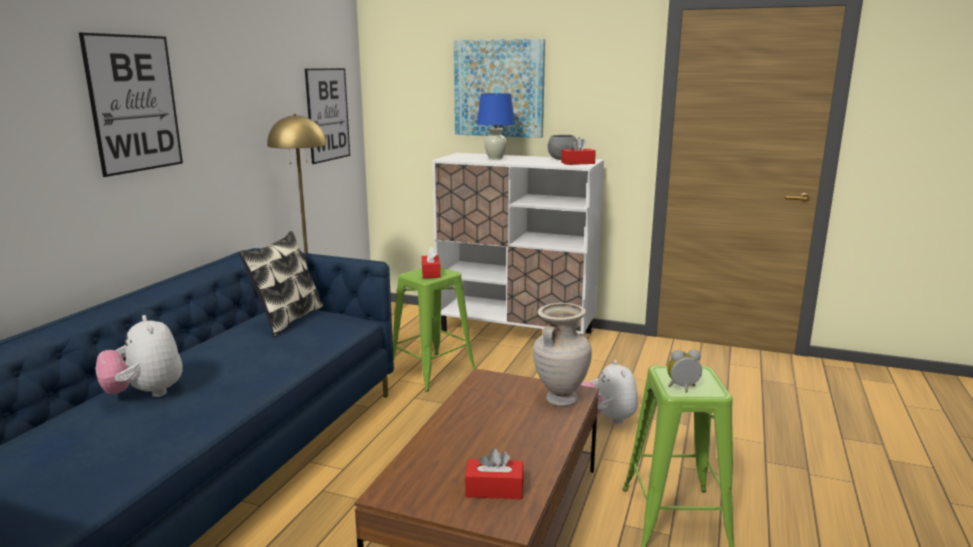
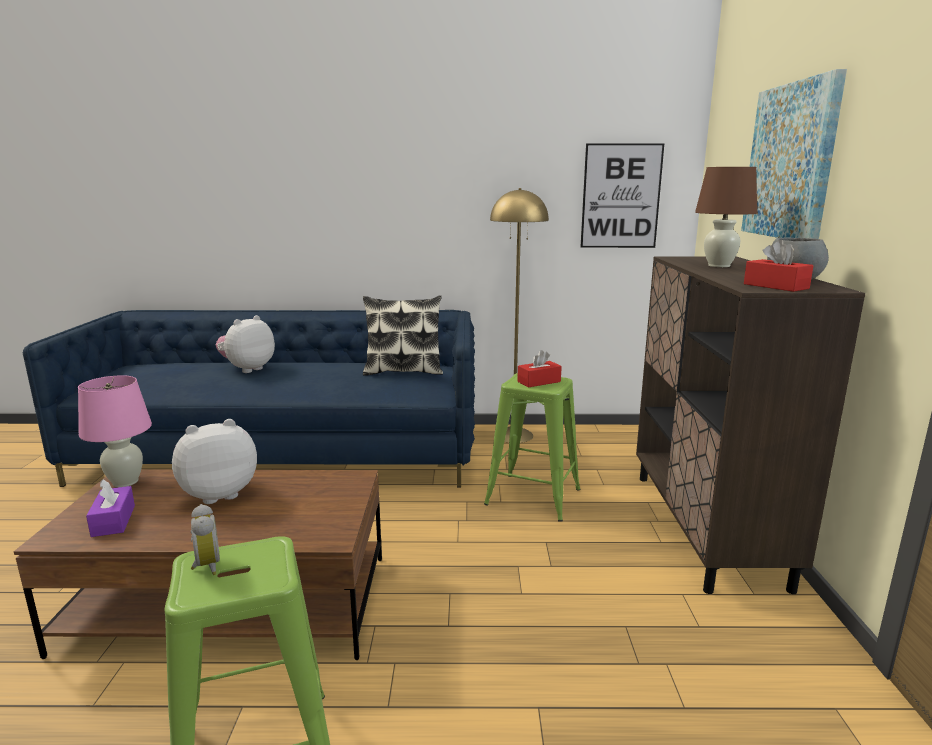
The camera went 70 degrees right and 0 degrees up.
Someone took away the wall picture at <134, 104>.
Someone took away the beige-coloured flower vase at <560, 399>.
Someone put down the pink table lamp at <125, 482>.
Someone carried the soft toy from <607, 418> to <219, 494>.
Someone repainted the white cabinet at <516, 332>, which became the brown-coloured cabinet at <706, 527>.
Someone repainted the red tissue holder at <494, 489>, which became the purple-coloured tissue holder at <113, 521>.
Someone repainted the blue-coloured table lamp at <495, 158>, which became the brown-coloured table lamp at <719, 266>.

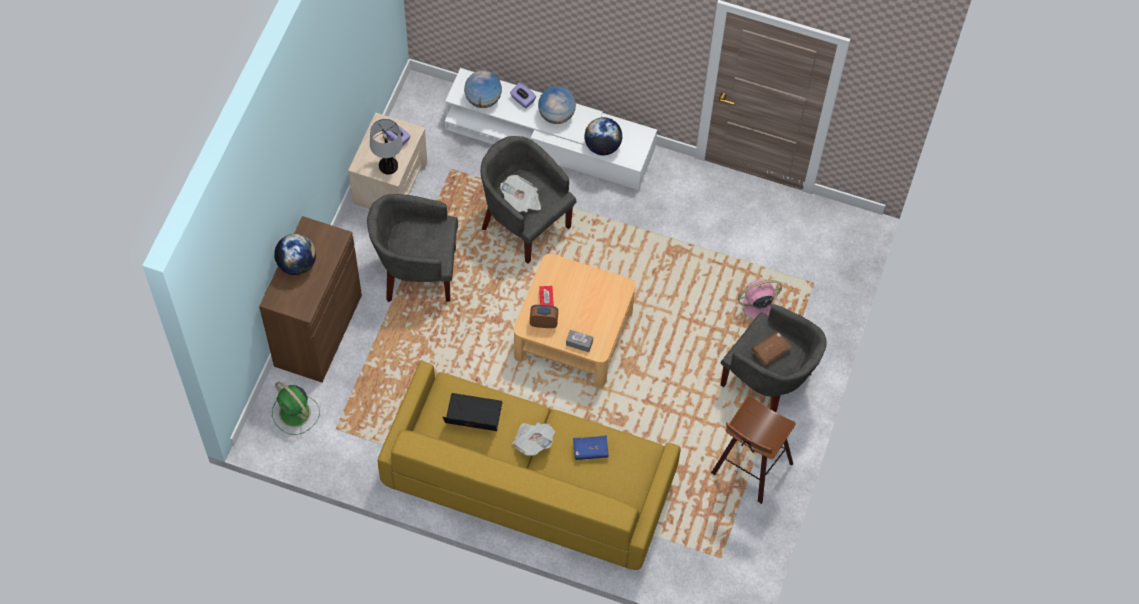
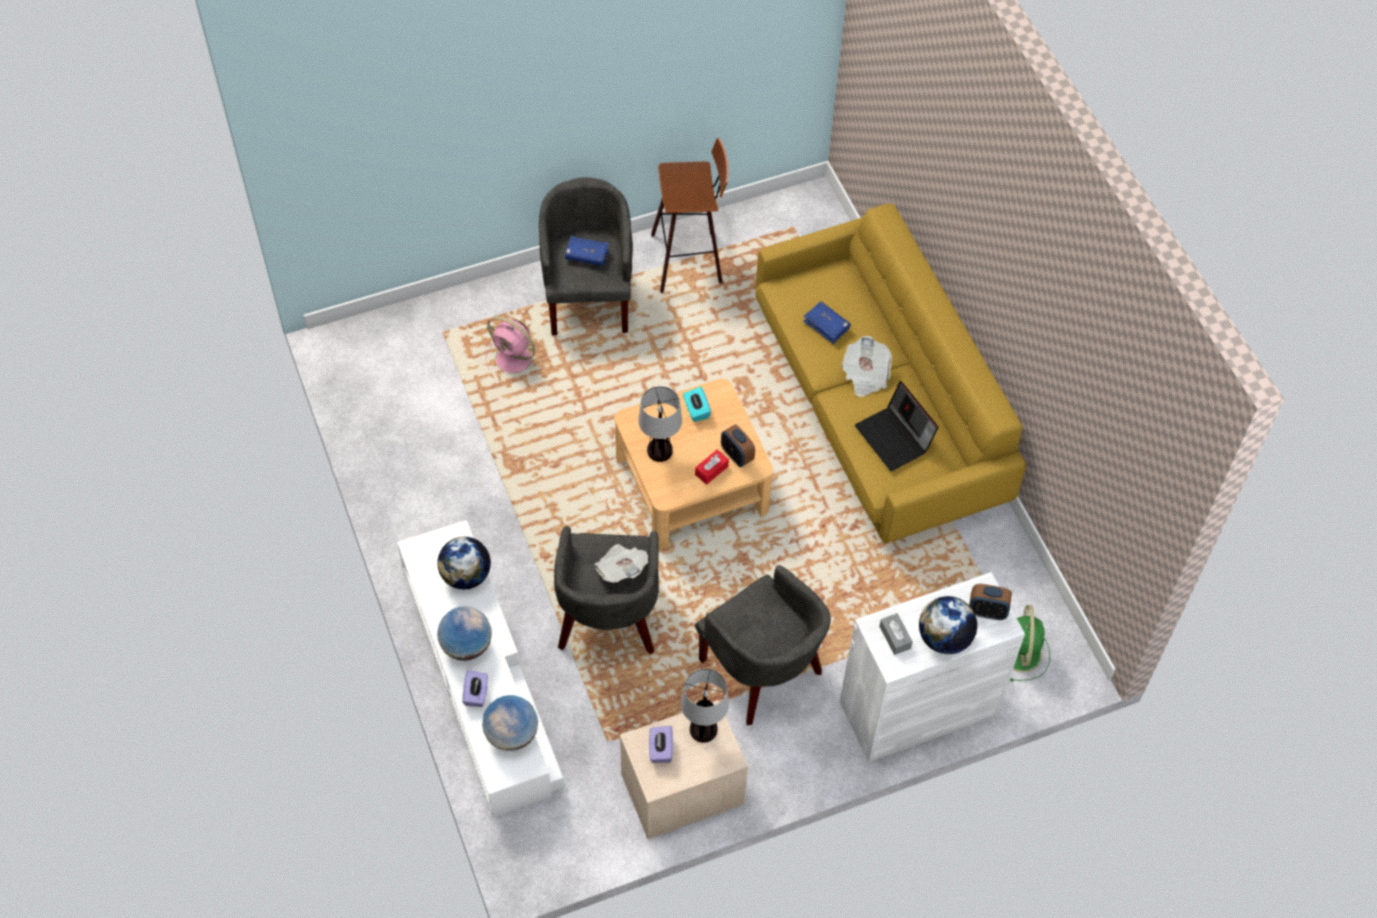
The camera went 130 degrees left and 5 degrees down.
Someone put down the table lamp at <660, 451>.
Someone put down the turquoise tissue holder at <696, 410>.
Someone put down the bedside clock at <987, 612>.
Someone carried the gray tissue holder from <579, 343> to <895, 637>.
Someone repainted the brown-coloured cabinet at <318, 330>, which became the white cabinet at <918, 708>.
Someone repainted the brown-coloured book at <770, 351>, which became the blue-coloured book at <587, 255>.

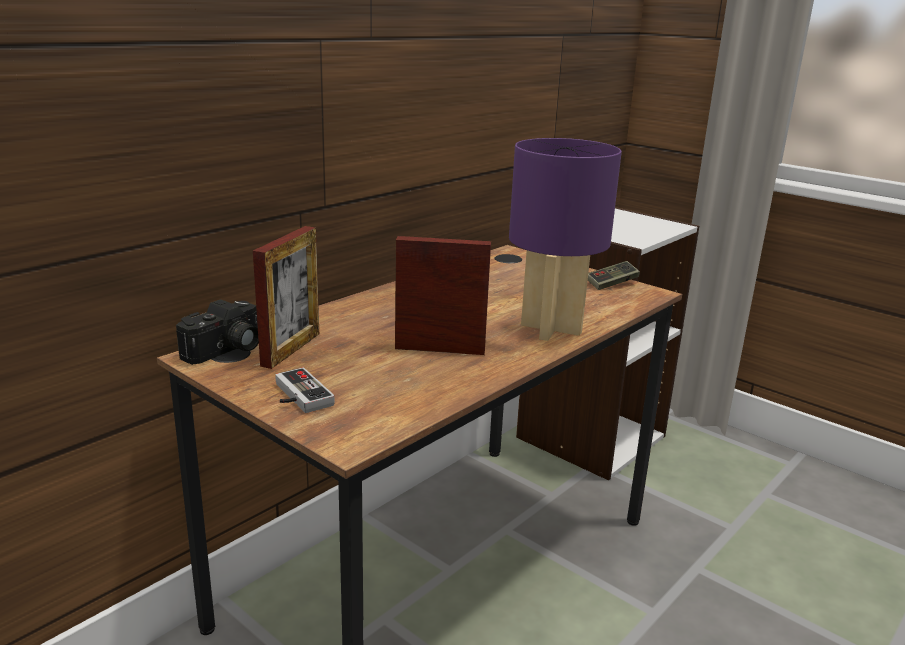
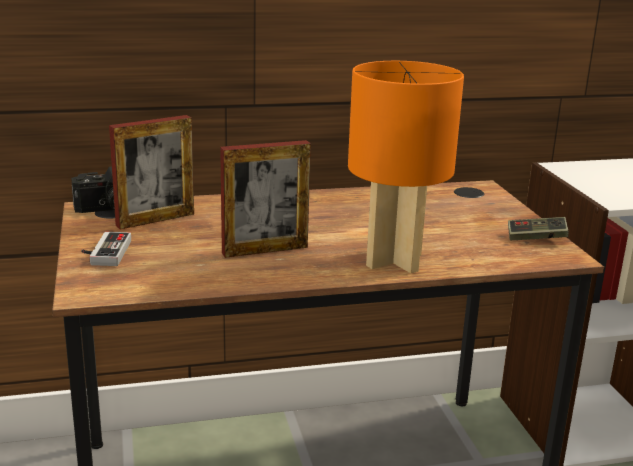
The camera went 35 degrees right and 0 degrees up.
Someone repainted the purple-coloured table lamp at <549, 329>, which became the orange table lamp at <392, 260>.
Someone rotated the standing frame at <440, 349> by 120 degrees clockwise.

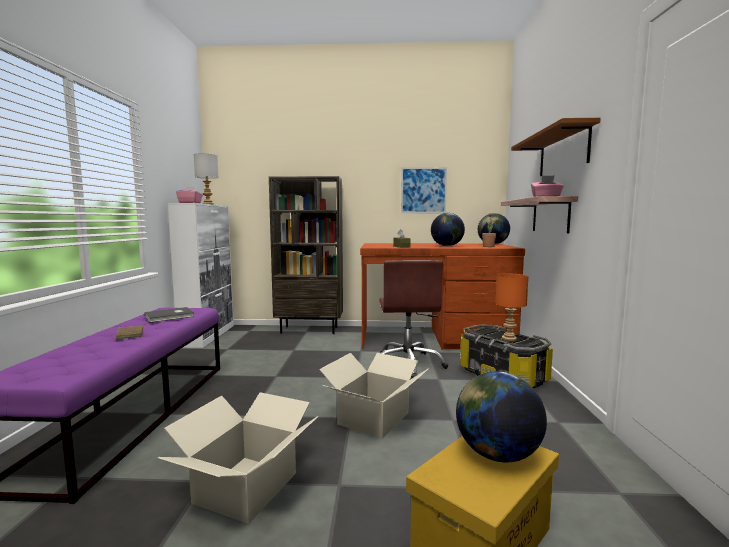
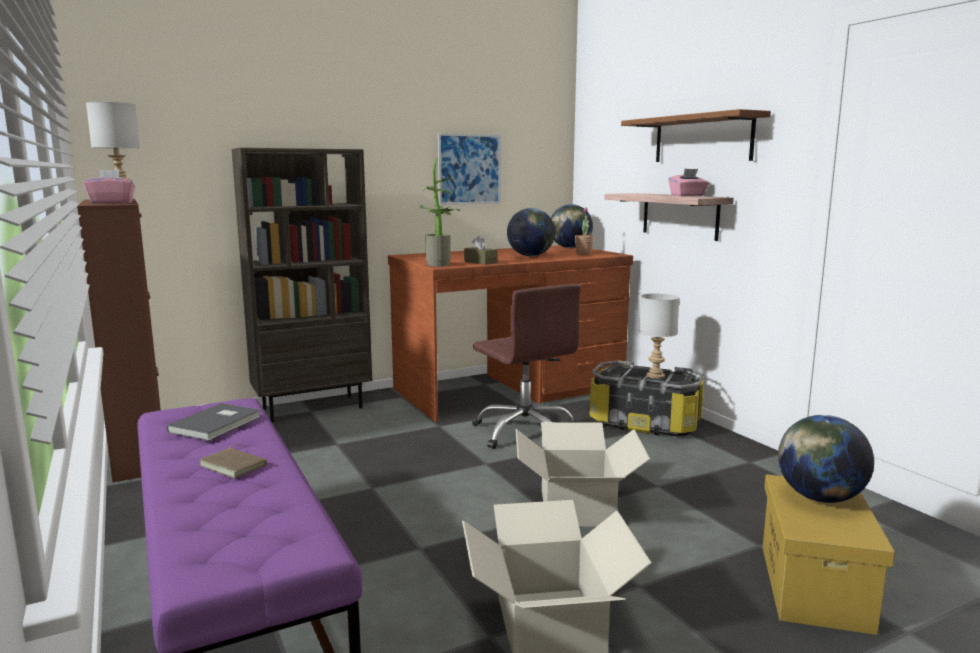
The camera went 30 degrees left and 5 degrees up.
Someone put down the potted plant at <441, 265>.
Someone repainted the white cabinet at <208, 335>, which became the brown-coloured cabinet at <138, 449>.
Someone repainted the orange table lamp at <509, 338>, which became the gray table lamp at <656, 376>.

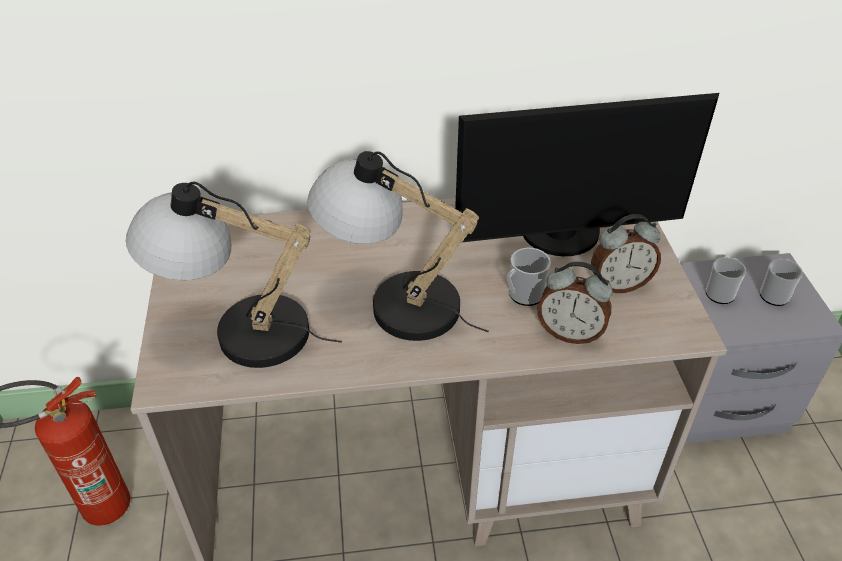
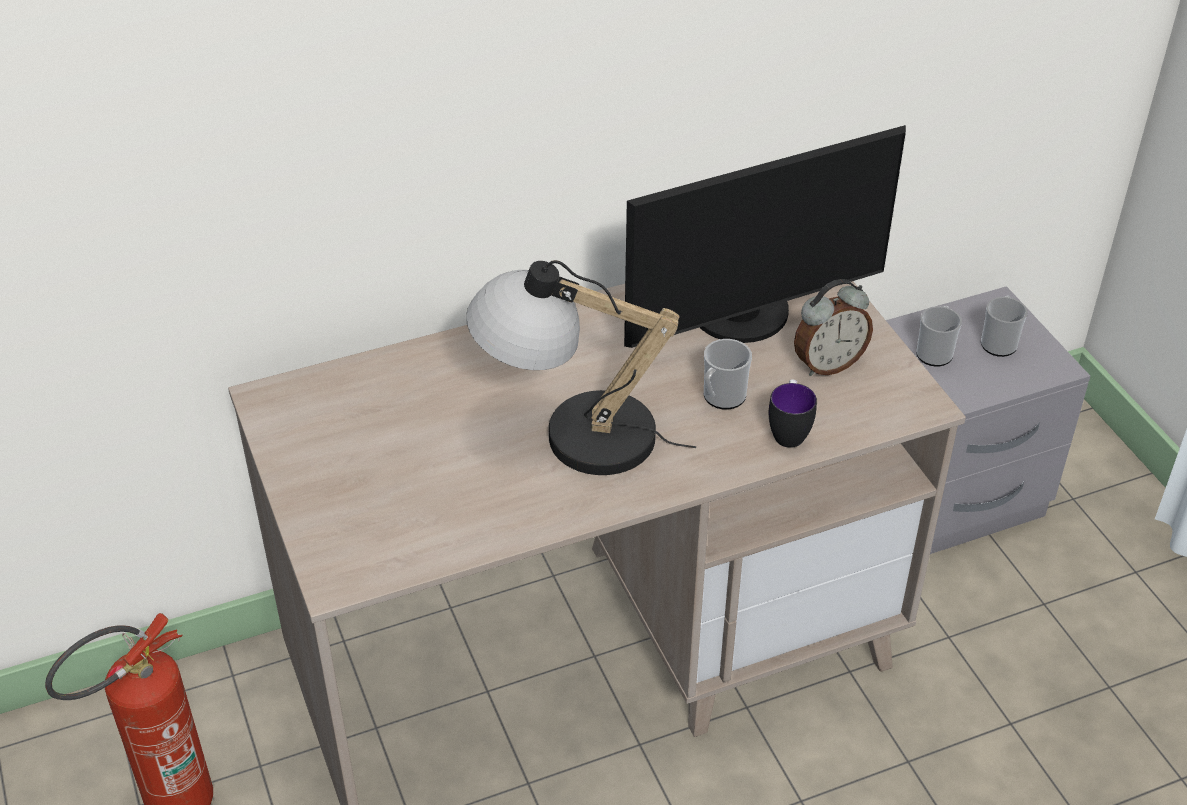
The camera went 15 degrees left and 0 degrees up.
Someone took away the table lamp at <239, 331>.
Someone swapped the bedside clock at <570, 333> for the mug at <789, 431>.

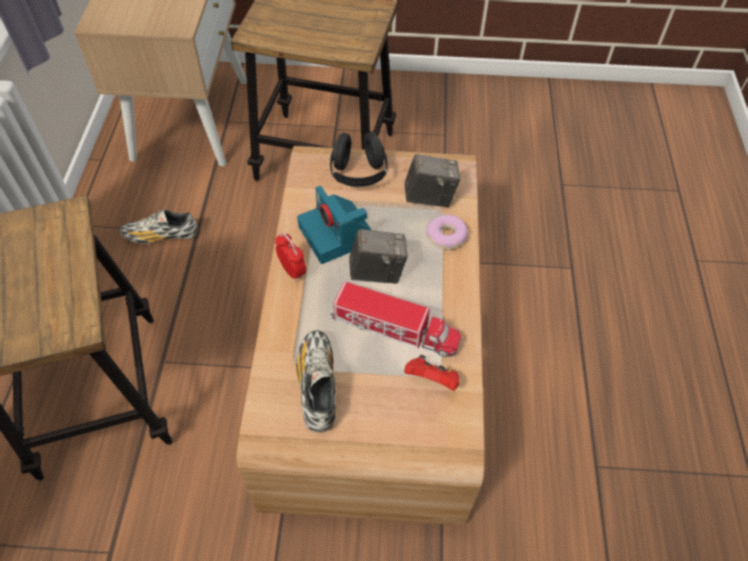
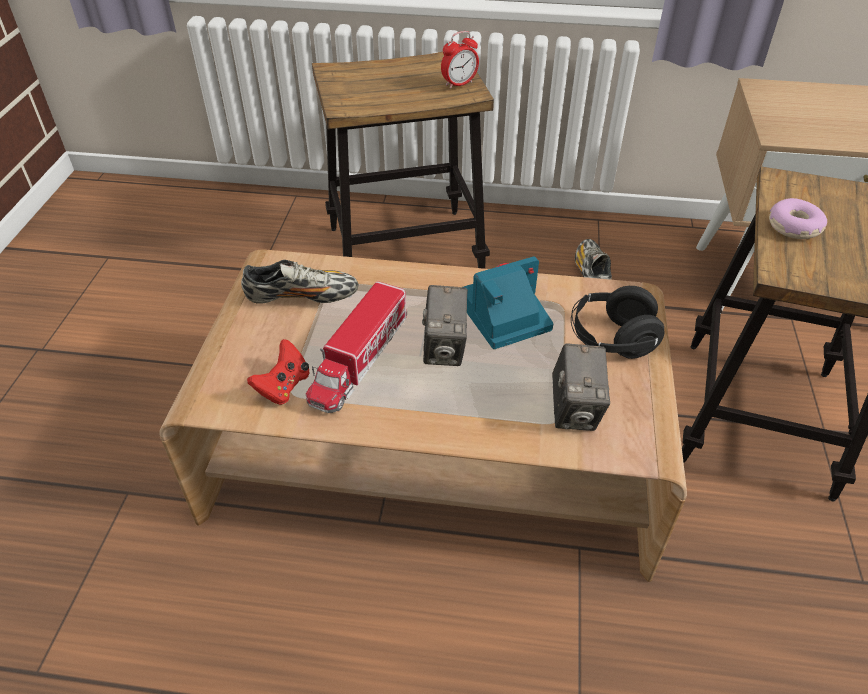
The camera went 95 degrees right and 10 degrees down.
Someone carried the bedside clock from <292, 271> to <459, 84>.
Someone carried the ring doughnut from <446, 236> to <793, 227>.

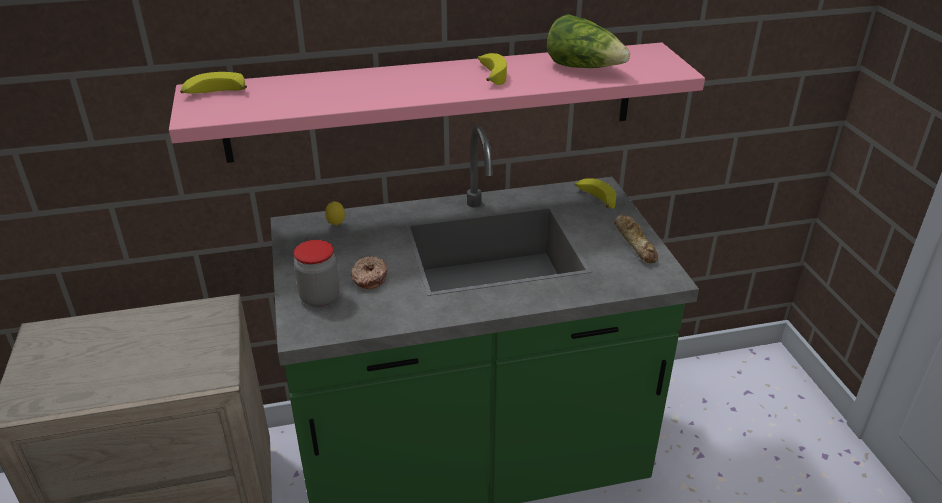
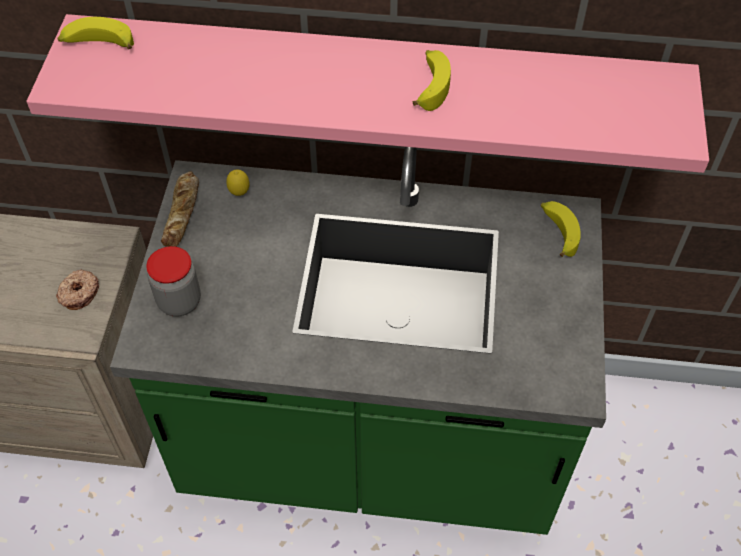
The camera went 20 degrees right and 20 degrees up.
Someone took away the lettuce at <584, 68>.
Someone carried the ring doughnut from <369, 278> to <79, 293>.
Someone carried the bakery bread from <635, 243> to <182, 213>.

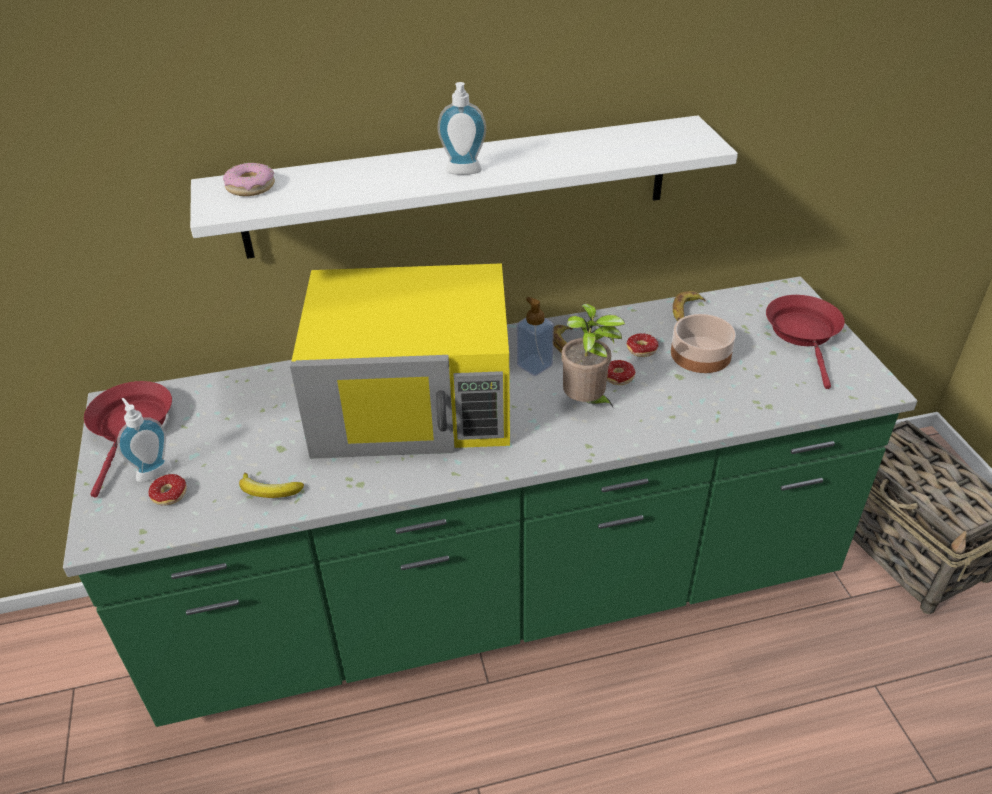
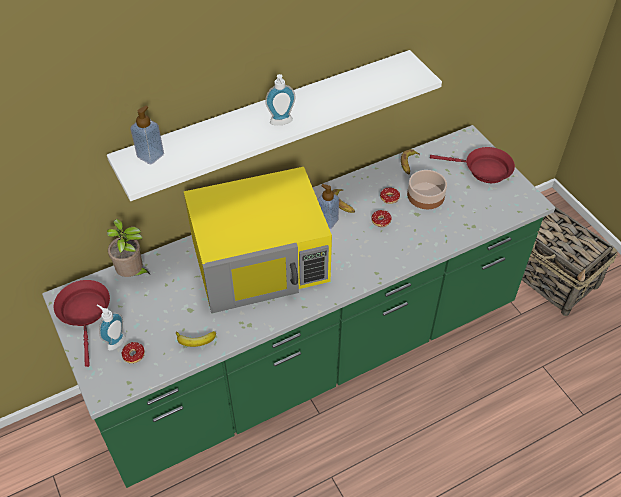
The camera went 15 degrees left and 10 degrees up.
Someone carried the potted plant from <586, 403> to <133, 274>.
Someone swapped the ring doughnut at <250, 187> for the soap bottle at <150, 156>.
Someone rotated the red skillet at <804, 334> by 120 degrees clockwise.

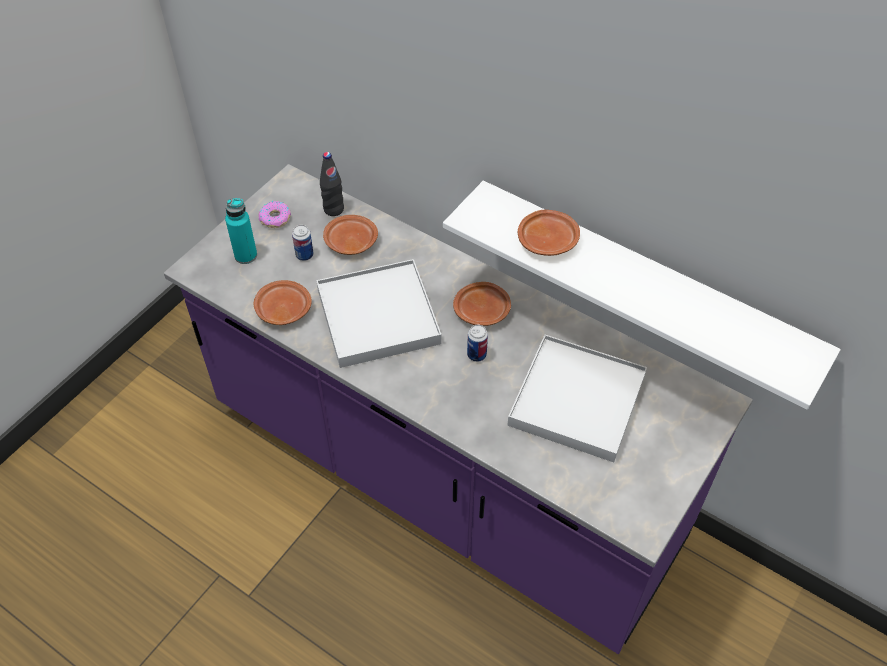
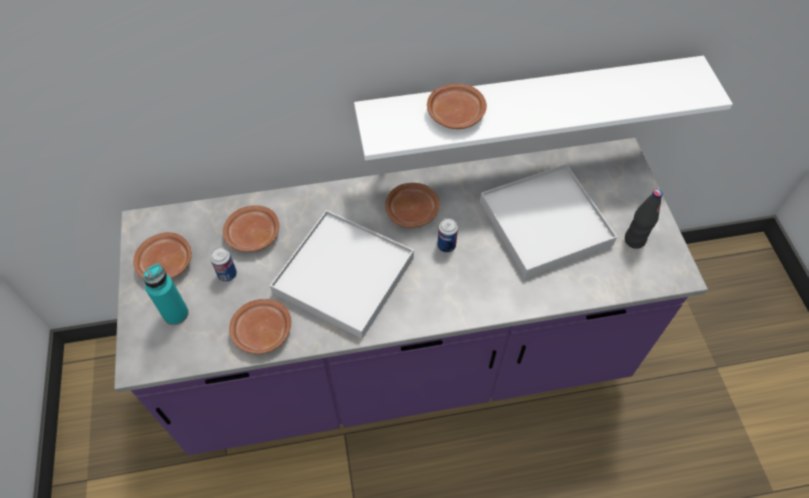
The camera went 45 degrees left and 5 degrees up.
Someone carried the black-coloured bottle from <333, 209> to <634, 240>.
Someone swapped the ring doughnut at <275, 218> for the brown-coloured plate at <165, 263>.

